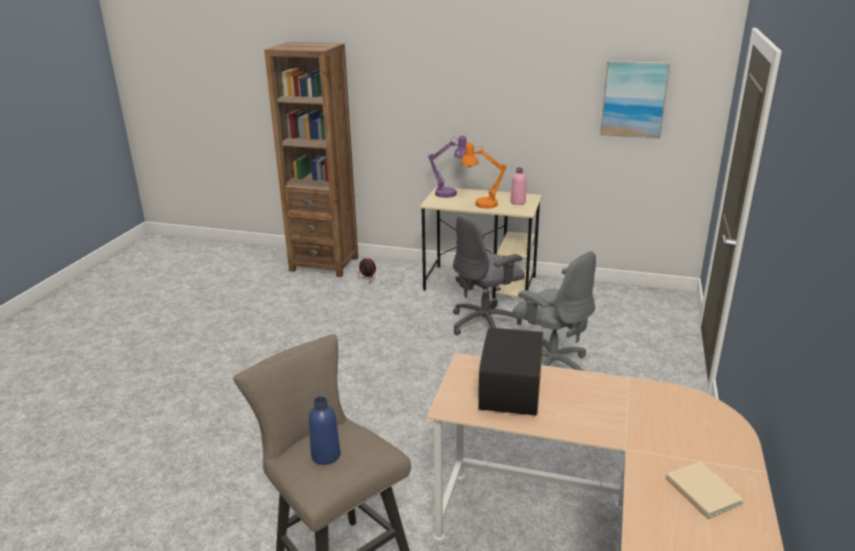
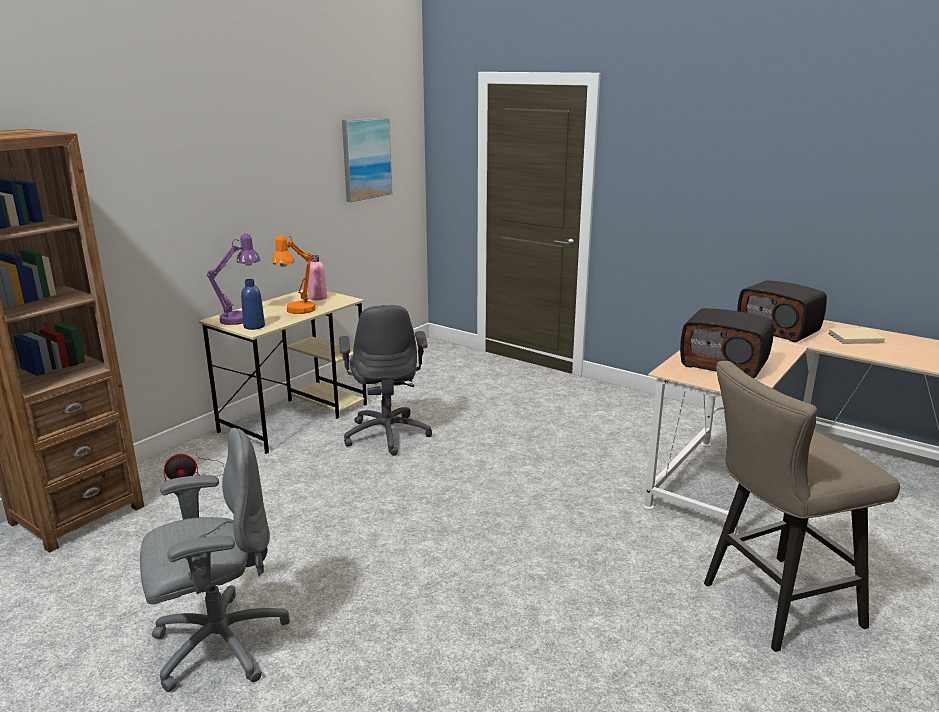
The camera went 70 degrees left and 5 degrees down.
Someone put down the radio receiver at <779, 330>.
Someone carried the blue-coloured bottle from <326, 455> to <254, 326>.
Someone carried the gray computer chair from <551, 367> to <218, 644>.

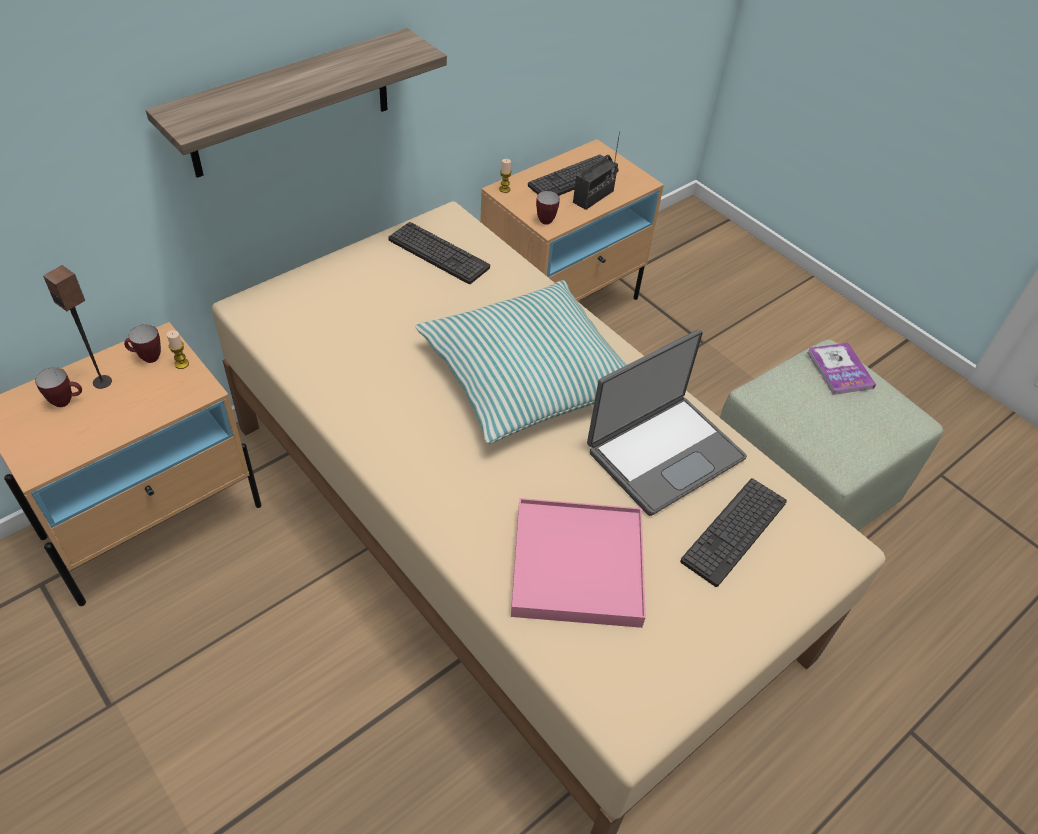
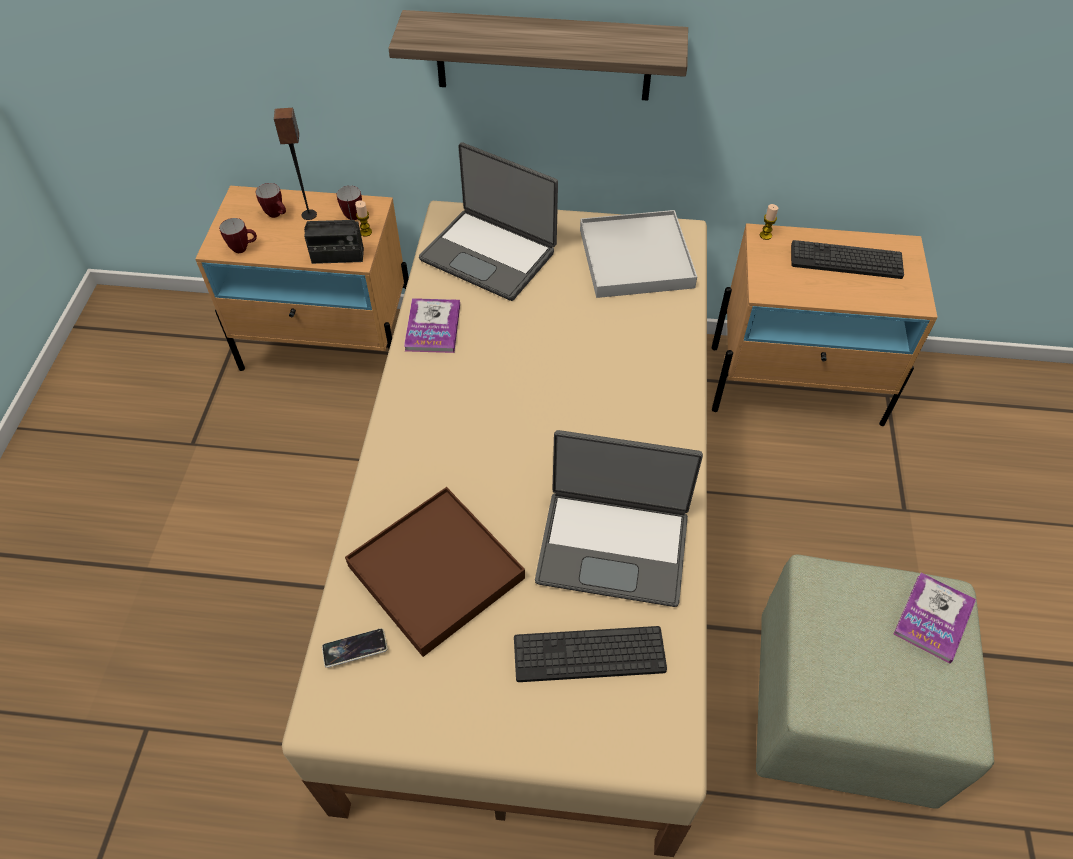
The camera went 50 degrees right and 5 degrees up.
Someone took away the pillow at <527, 375>.
Someone put down the phone at <355, 649>.
Someone put down the book at <433, 327>.
Someone put down the laptop at <489, 254>.
Someone carried the mug from <547, 219> to <243, 248>.
Someone carried the radio receiver from <593, 197> to <337, 256>.
Someone swapped the keyboard at <438, 253> for the white carrying tray at <635, 258>.
Someone repainted the pink carrying tray at <577, 566>, which became the brown-coloured carrying tray at <435, 572>.

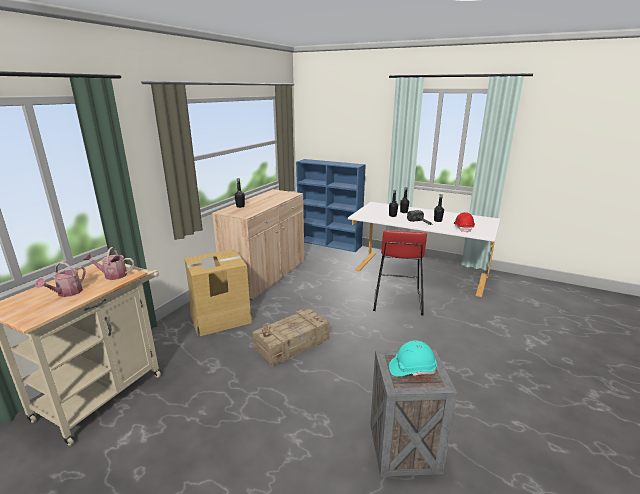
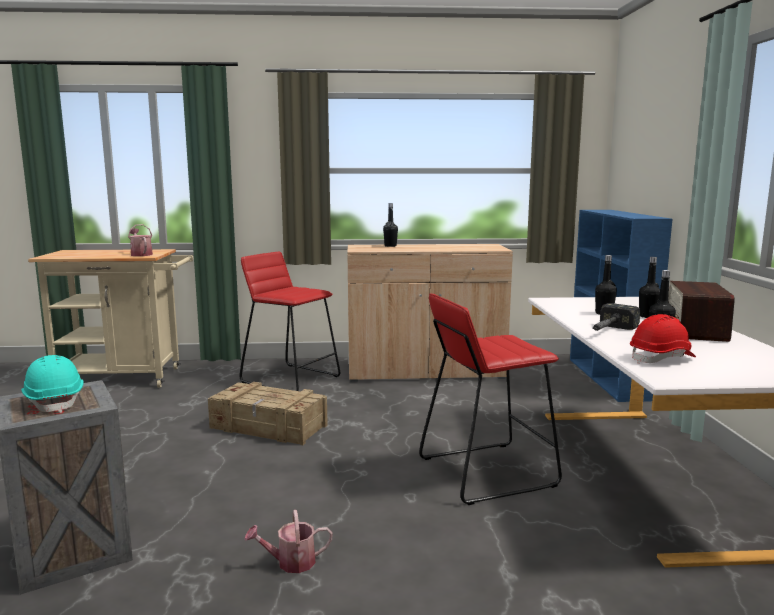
The camera went 60 degrees right and 10 degrees down.
Someone put down the radio receiver at <695, 330>.
Someone carried the watering can from <67, 293> to <290, 562>.
Someone swapped the cardboard box at <220, 317> for the red stool at <291, 379>.

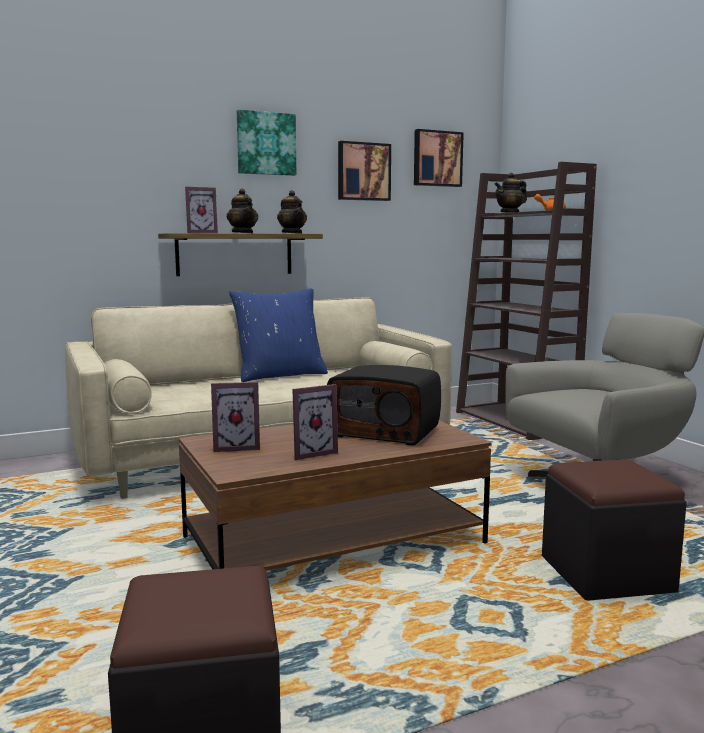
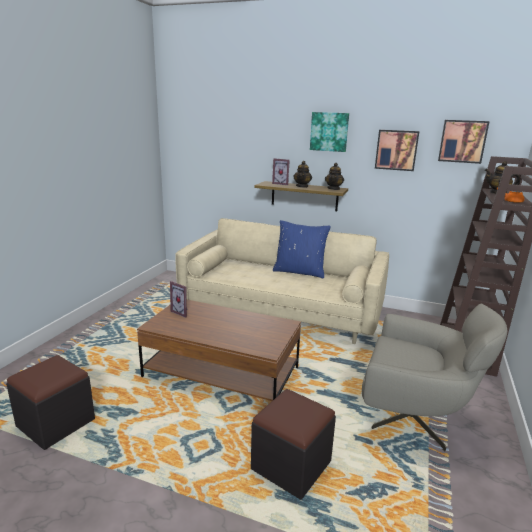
The camera went 45 degrees right and 10 degrees up.
Someone took away the standing frame at <311, 453>.
Someone took away the radio receiver at <385, 432>.

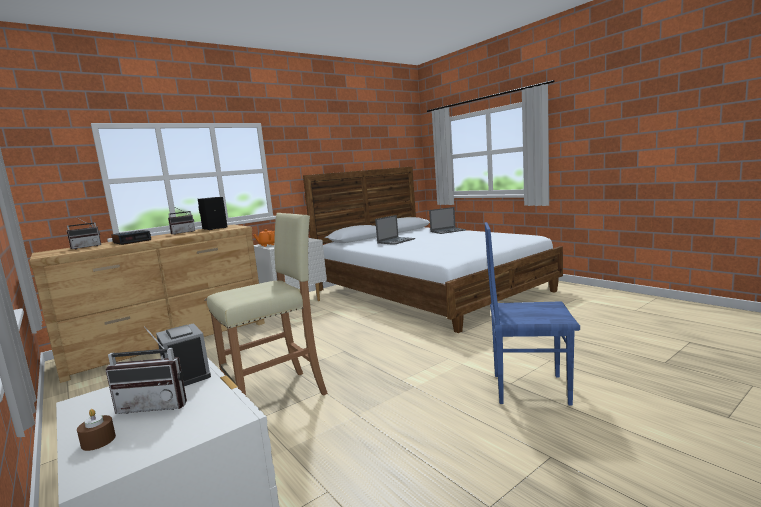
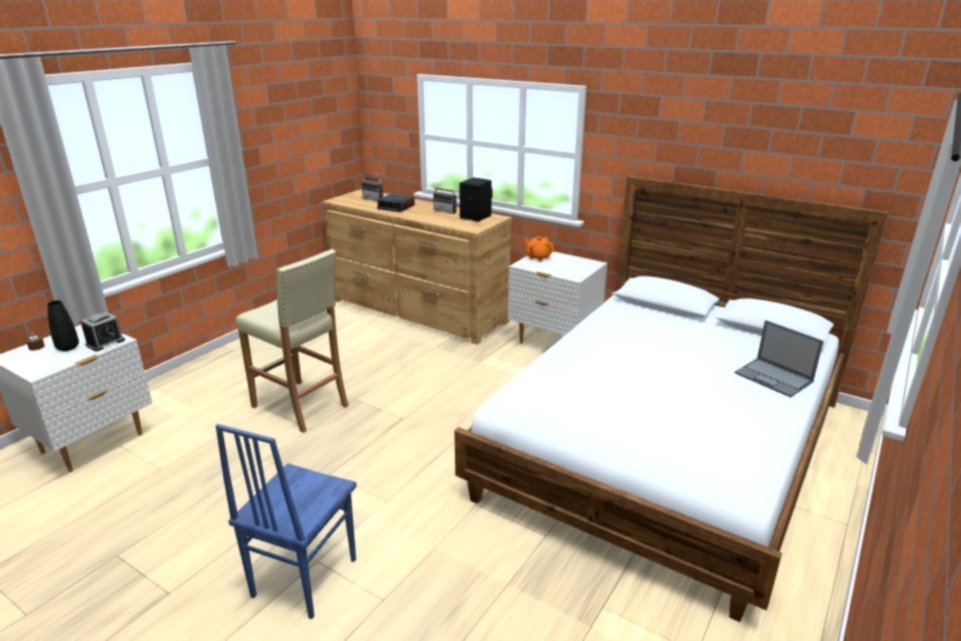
The camera went 70 degrees right and 15 degrees up.
Someone took away the laptop at <396, 241>.
Someone swapped the radio receiver at <157, 404> for the black-coloured flower vase at <68, 347>.
Someone rotated the blue-coloured chair at <529, 388> by 150 degrees counterclockwise.

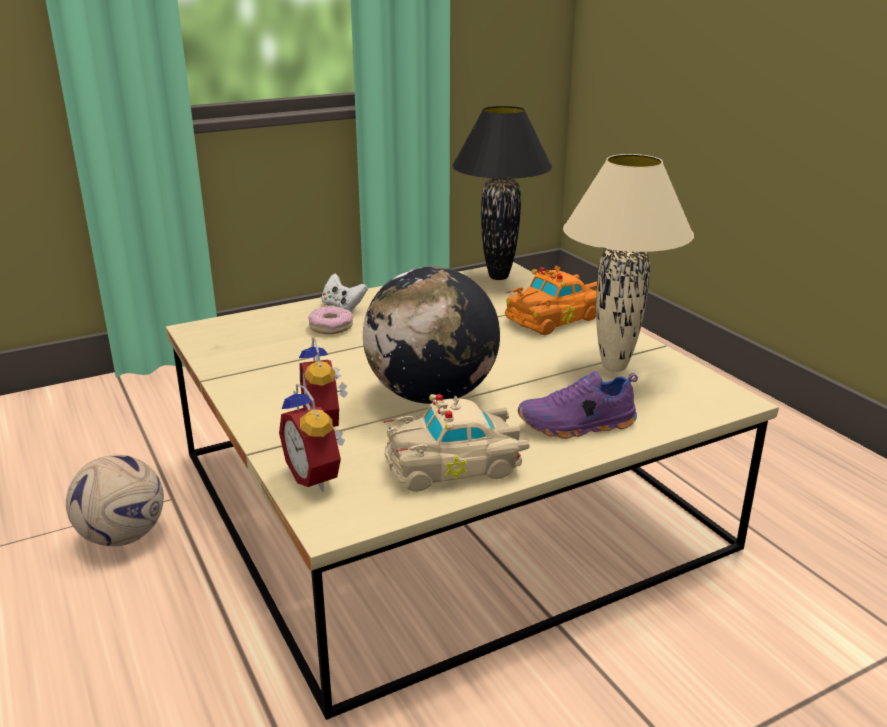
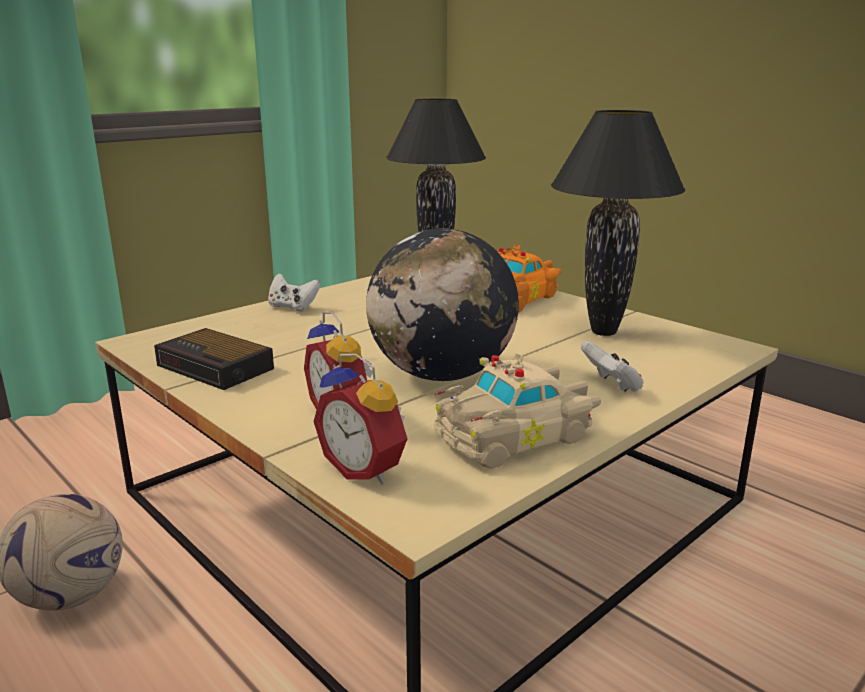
The camera went 15 degrees left and 5 degrees down.
Someone took away the ring doughnut at <331, 327>.
Someone put down the bedside clock at <217, 367>.
Someone swapped the purple-coloured shoe at <577, 426> for the white joypad at <612, 385>.
Someone repainted the beige-coloured table lamp at <614, 367>, which became the black-coloured table lamp at <604, 332>.

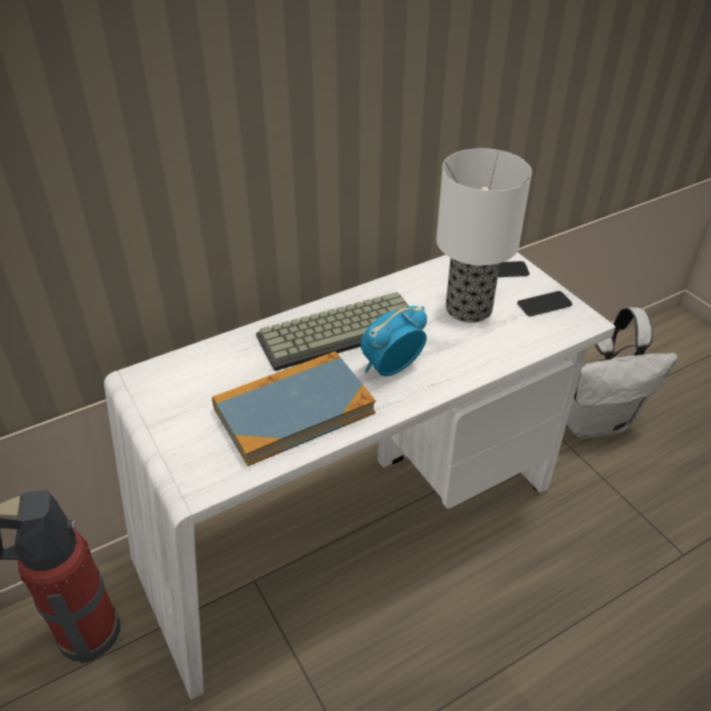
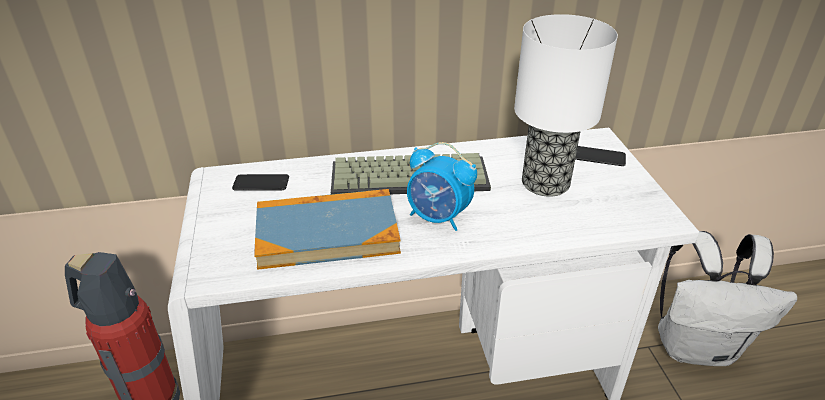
The camera went 20 degrees right and 5 degrees down.
Someone carried the phone from <544, 304> to <261, 183>.
Someone rotated the bedside clock at <390, 368> by 135 degrees counterclockwise.

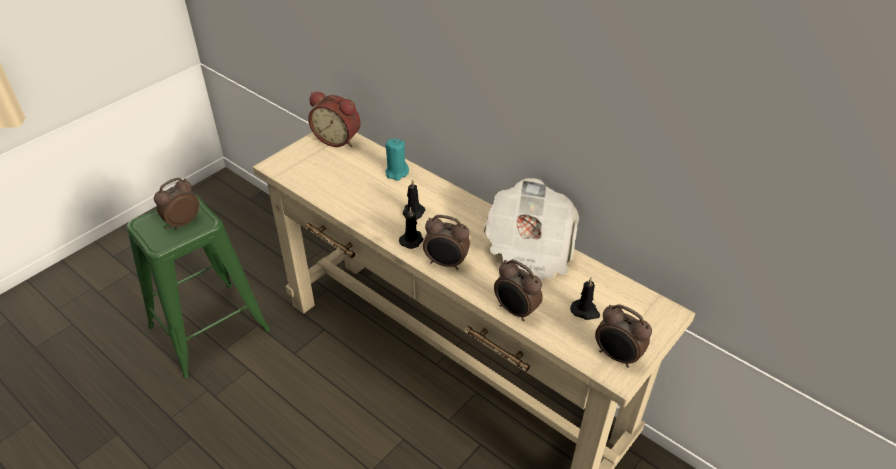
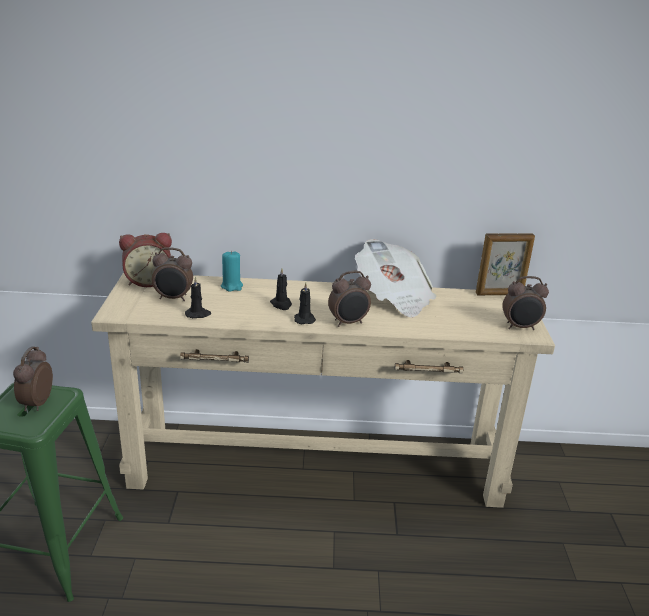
The camera went 40 degrees left and 15 degrees down.
Someone put down the standing frame at <499, 294>.
Someone carried the bedside clock from <515, 311> to <173, 298>.
Someone carried the black-coloured wax light from <585, 311> to <198, 314>.

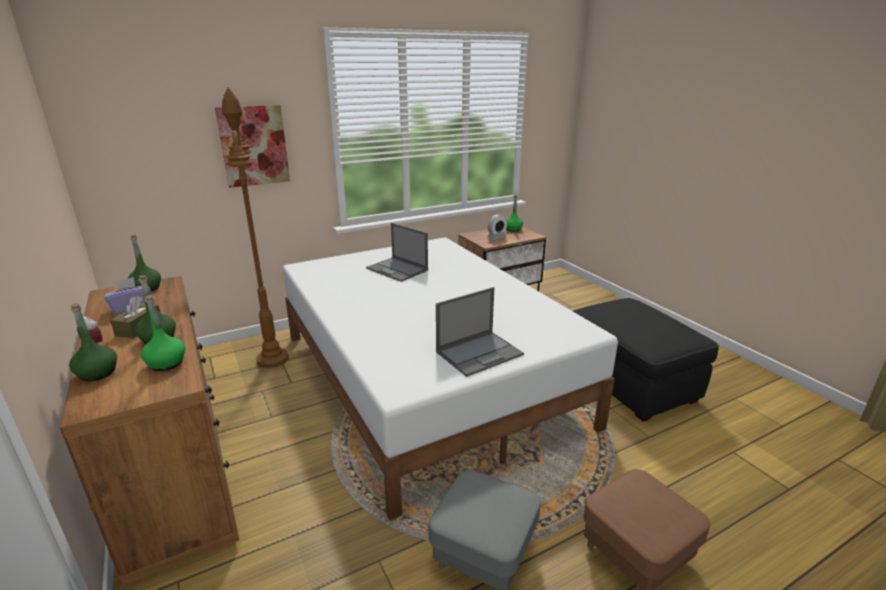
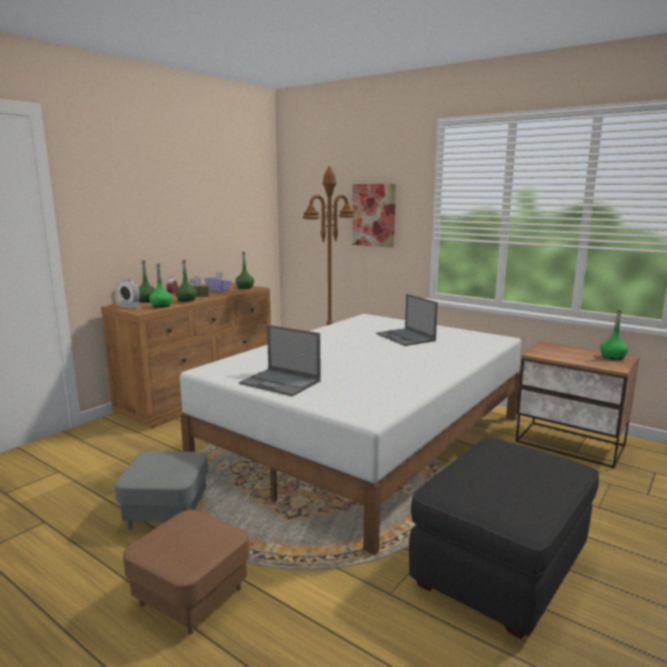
The camera went 65 degrees right and 10 degrees down.
Someone carried the bedside clock from <496, 237> to <129, 307>.
Someone rotated the laptop at <397, 269> by 45 degrees counterclockwise.

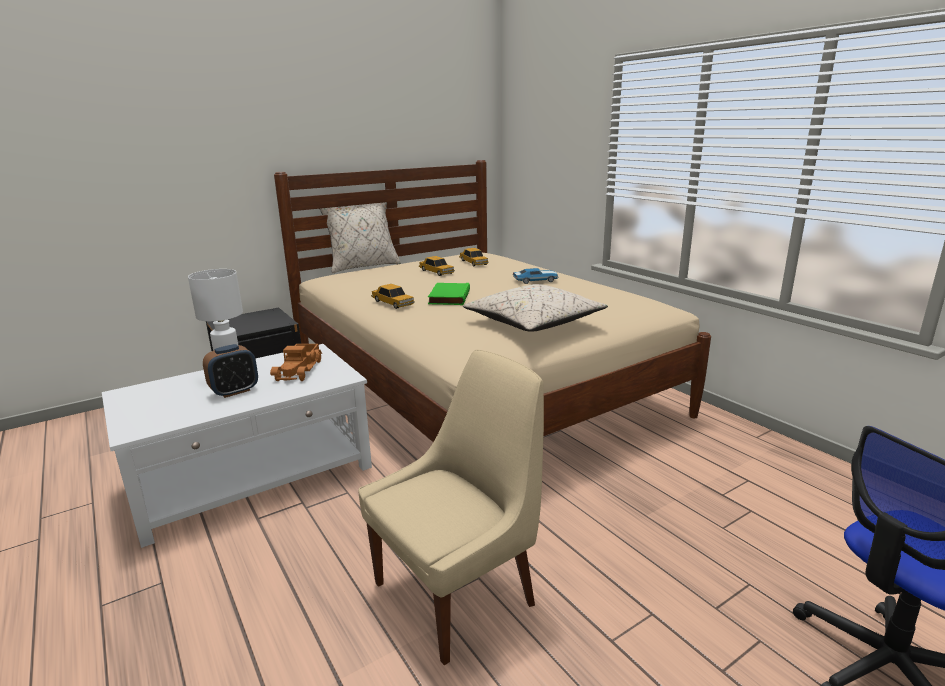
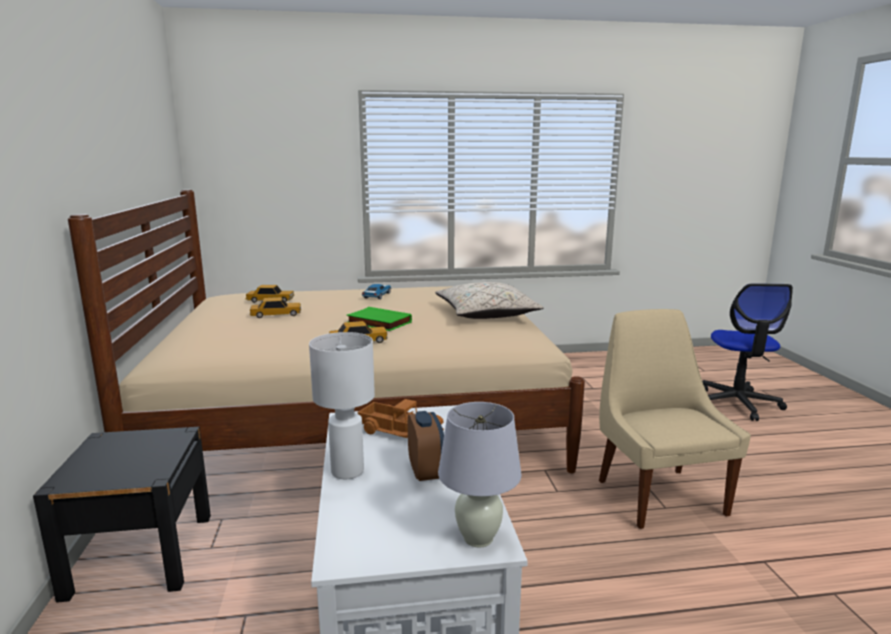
The camera went 65 degrees left and 5 degrees down.
Someone took away the beige-coloured pillow at <363, 266>.
Someone put down the white table lamp at <478, 538>.

